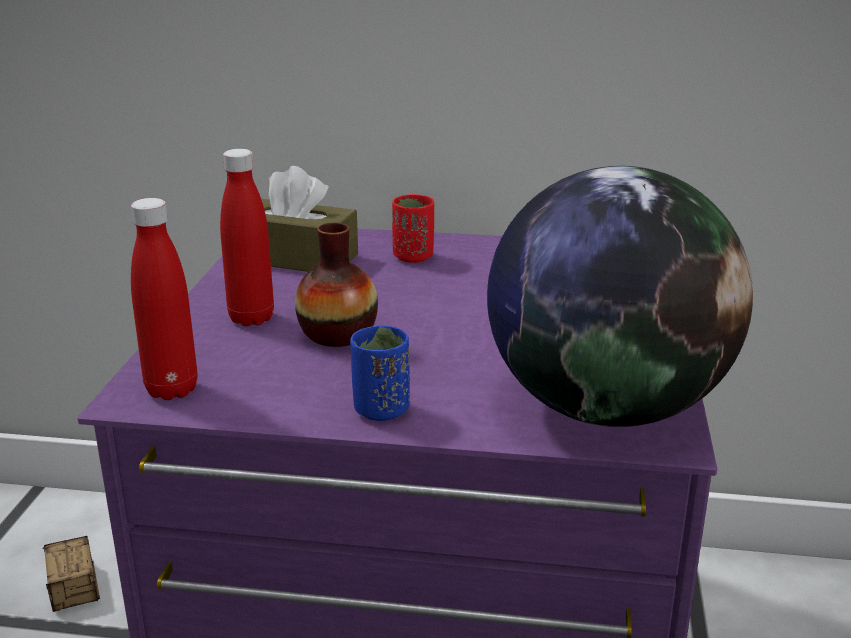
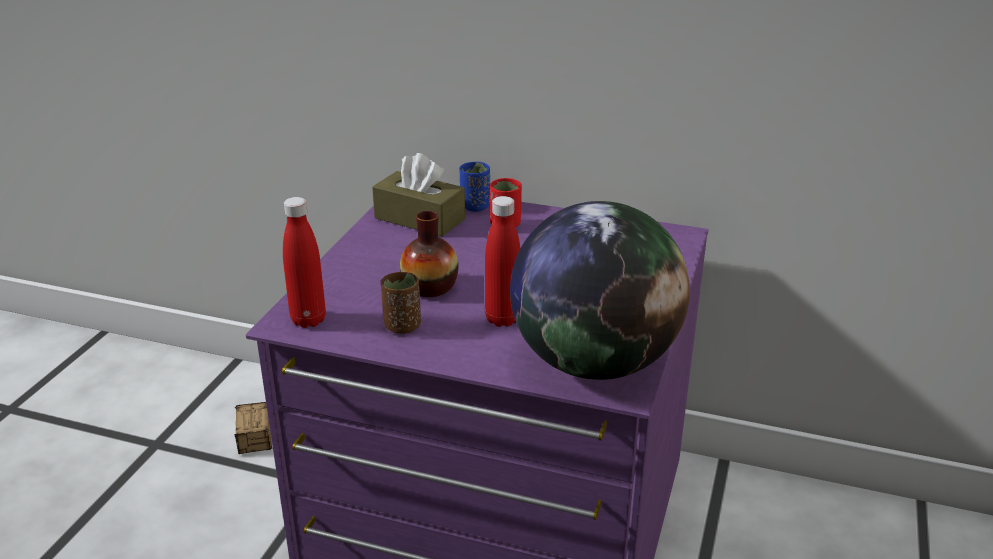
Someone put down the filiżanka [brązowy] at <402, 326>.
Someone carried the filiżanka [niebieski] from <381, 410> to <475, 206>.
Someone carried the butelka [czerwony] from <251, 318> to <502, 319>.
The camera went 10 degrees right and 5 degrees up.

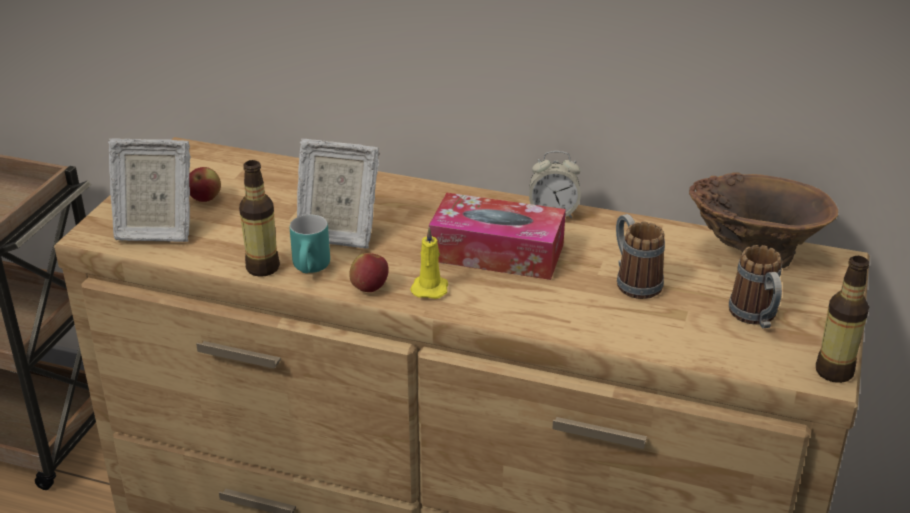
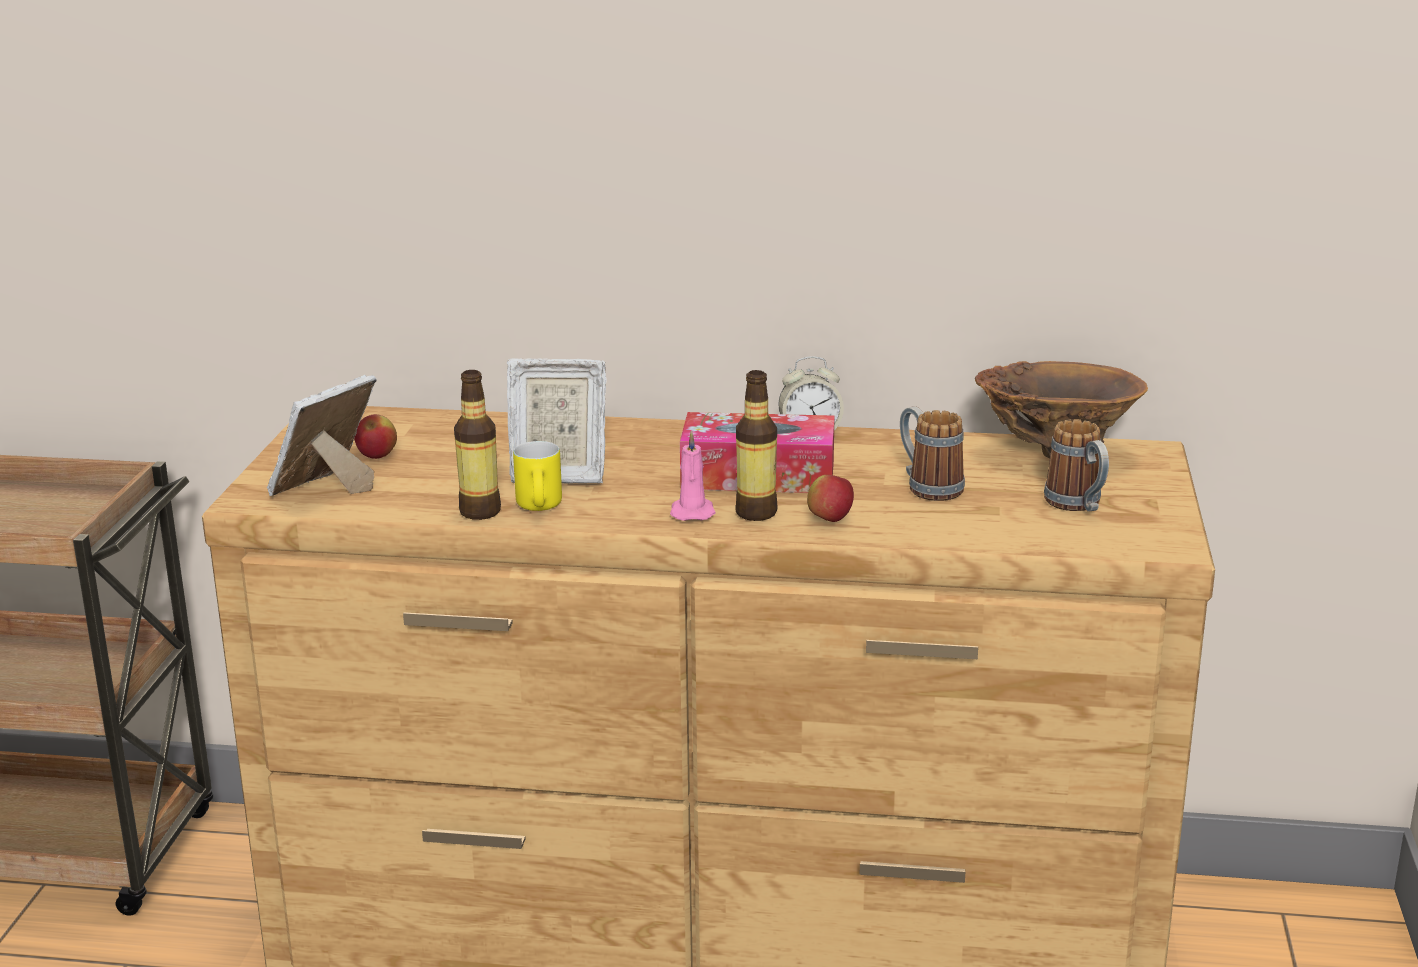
Someone rotated the ramka na zdjęcie at <155, 230> by 135 degrees clockwise.
Someone repainted the kubek [turkusowy] at <313, 270>, which became the kubek [żółty] at <542, 508>.
Someone repainted the świeca [żółty] at <430, 288>, which became the świeca [różowy] at <692, 512>.
Someone carried the butelka from <834, 371> to <756, 513>.
Someone carried the jabłko from <369, 288> to <830, 519>.
The camera went 10 degrees left and 10 degrees down.

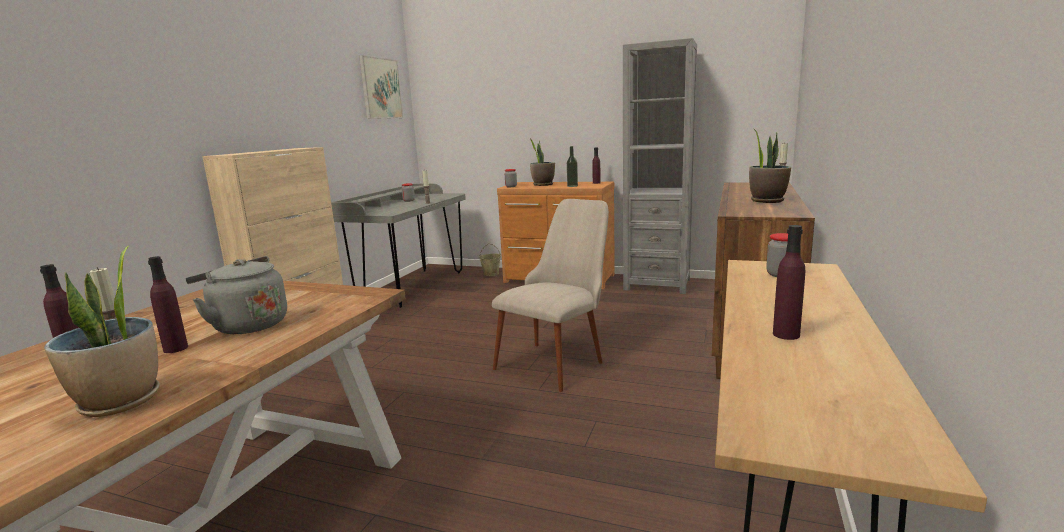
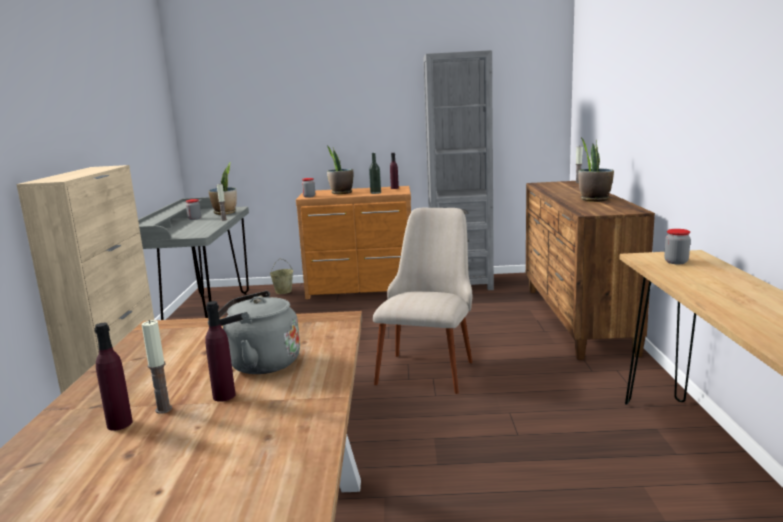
Someone carried the roślina doniczkowa from <120, 402> to <225, 213>.
Someone took away the obraz at <381, 88>.
Someone took away the butelka [fioletowy] at <786, 334>.
The camera went 20 degrees left and 0 degrees up.

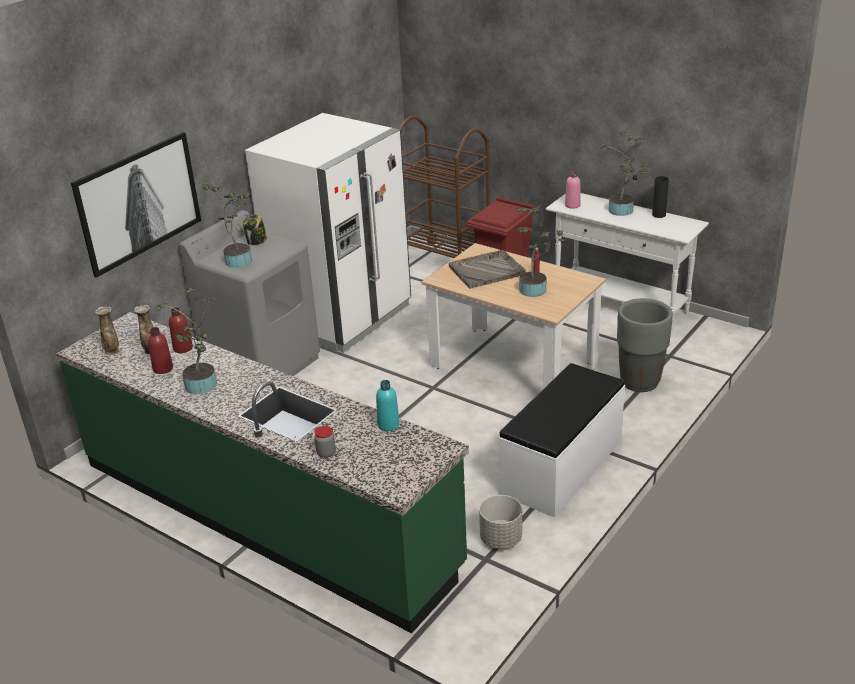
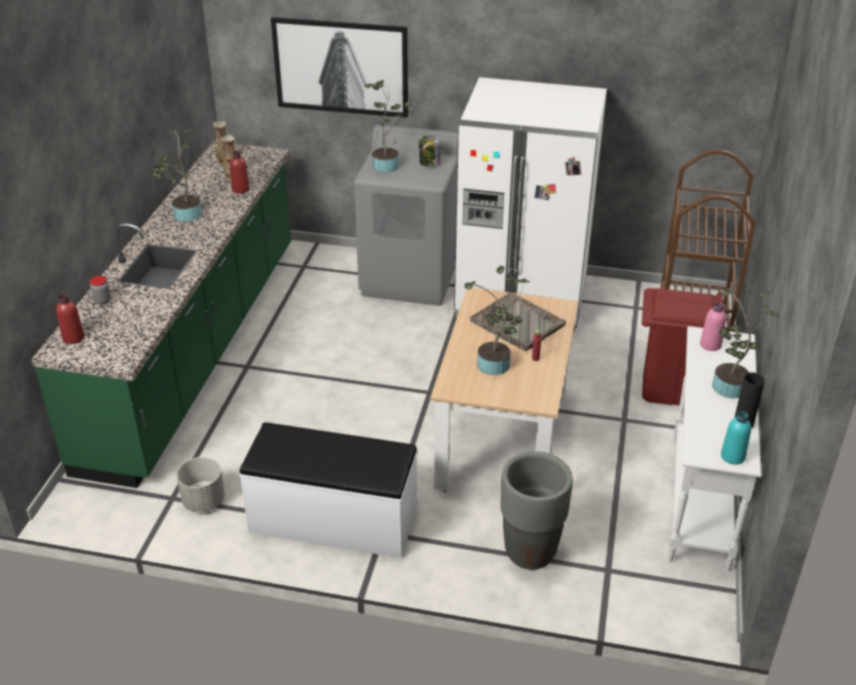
Someone carried the butelka [czerwony] from <163, 369> to <73, 337>.
Someone carried the butelka [turkusowy] from <388, 425> to <732, 456>.
The camera went 65 degrees right and 5 degrees up.

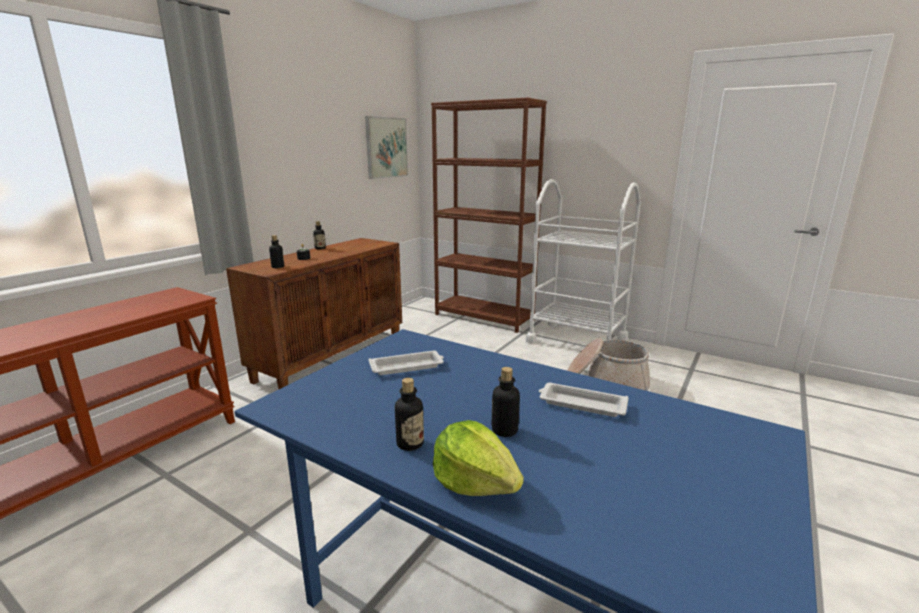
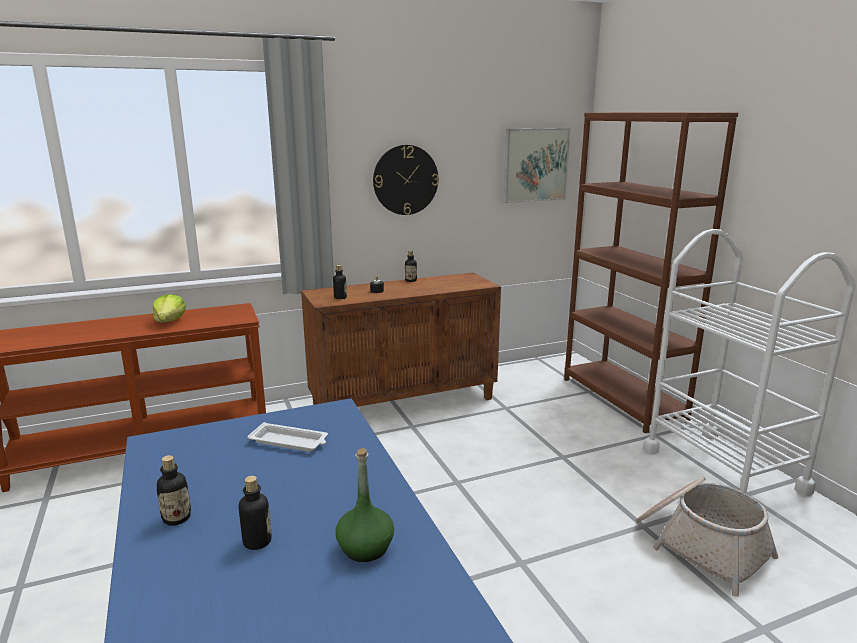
Someone carried the sałata from <475, 482> to <170, 321>.
Someone swapped the taca [biały] at <581, 404> for the butelka [zielony] at <365, 548>.
Someone put up the zegar ścienny at <405, 180>.
The camera went 35 degrees right and 0 degrees up.

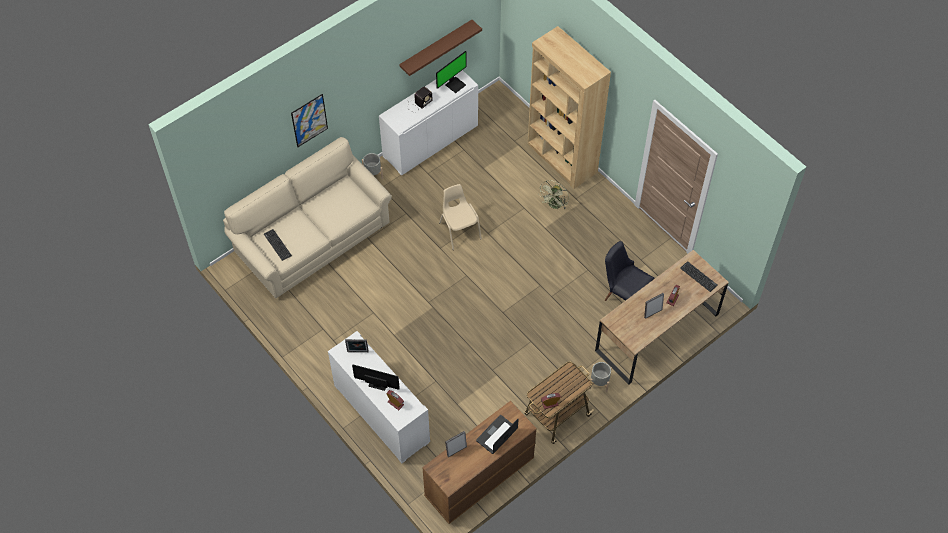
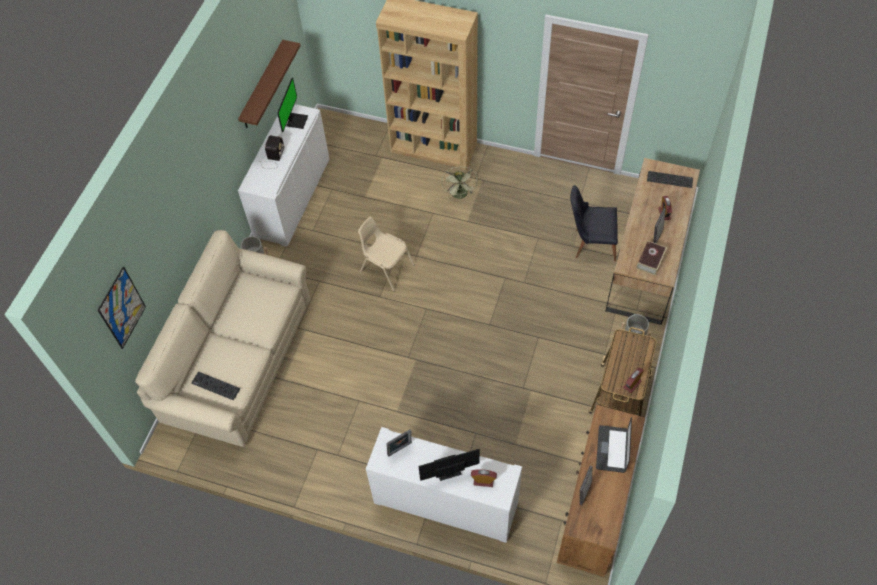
Someone carried the obraz from <309, 120> to <122, 308>.
Someone put down the książka at <650, 260>.
The camera went 30 degrees left and 0 degrees up.

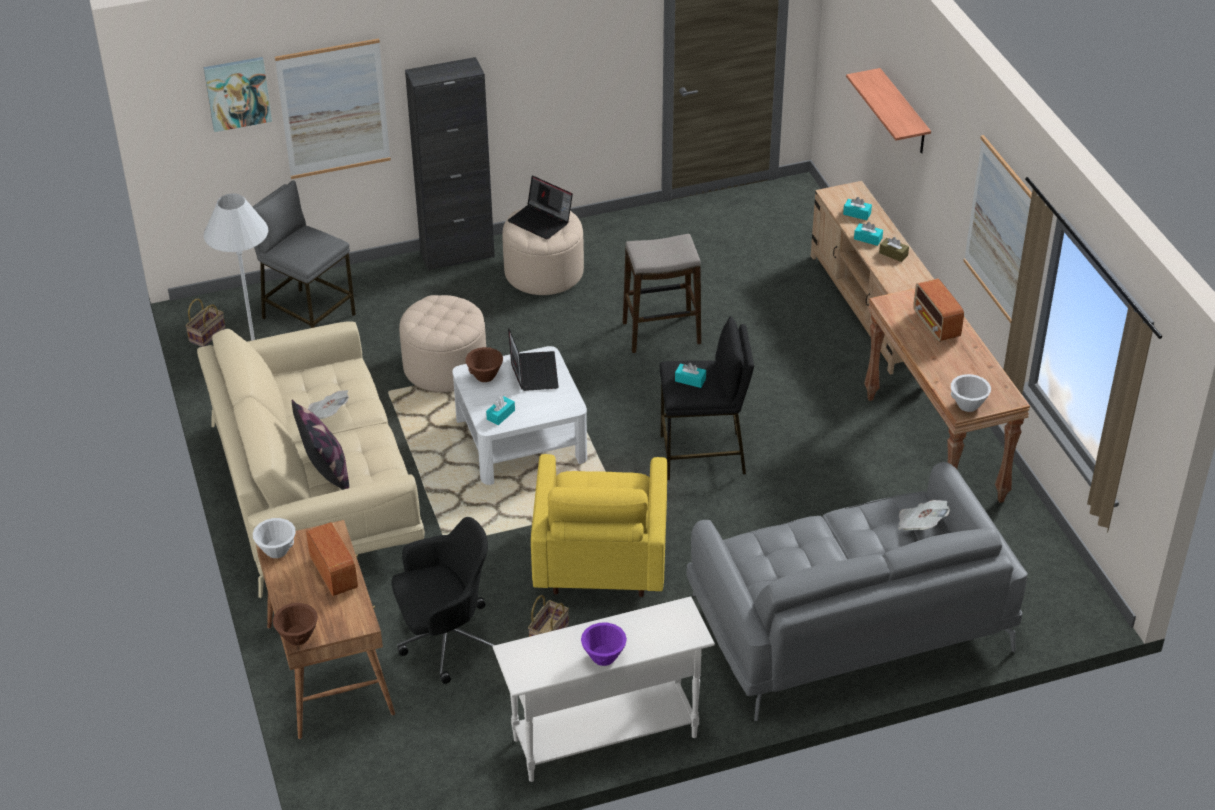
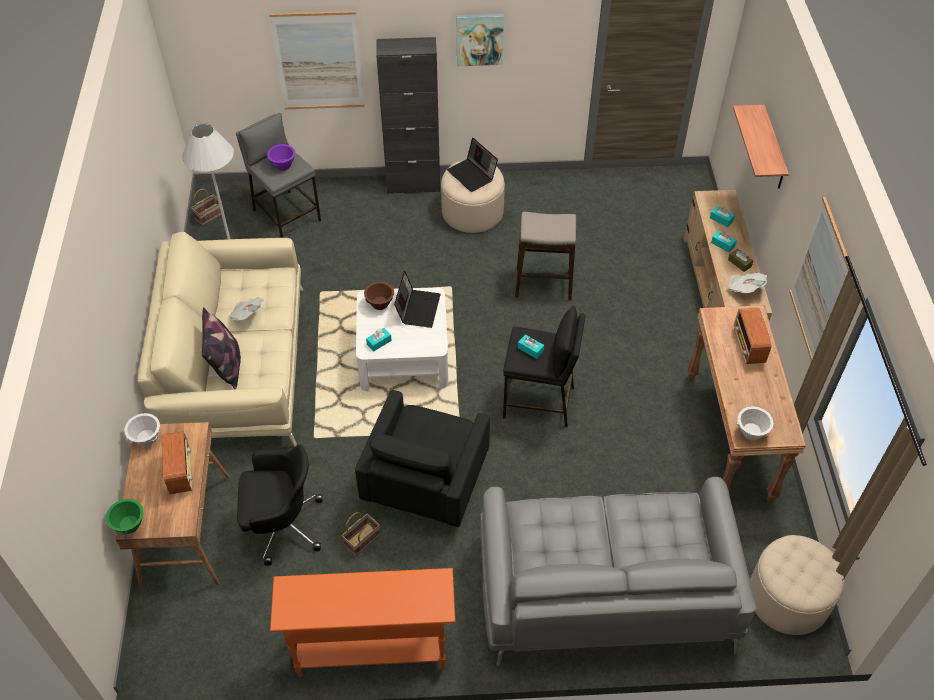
Someone repainted the miska [brązowy] at <298, 636>, which became the miska [zielony] at <130, 525>.
Someone carried the miska [fioletowy] from <604, 657> to <283, 166>.
Someone repainted the stolik konsolowy [biały] at <604, 738>, which became the stolik konsolowy [pomarańczowy] at <371, 649>.
Someone repainted the fotel [żółty] at <599, 562>, which became the fotel [czarny] at <424, 482>.
Someone carried the obraz from <237, 93> to <479, 39>.
Someone carried the gazeta from <920, 524> to <744, 288>.
Someone carried the pufa [beżowy] from <445, 366> to <788, 598>.
The camera went 15 degrees right and 10 degrees up.

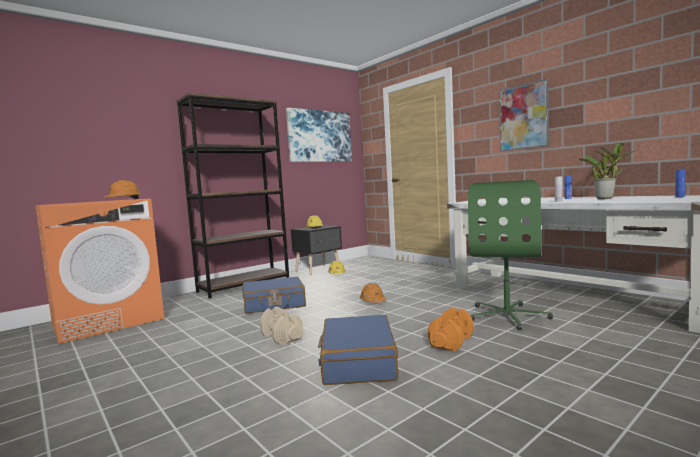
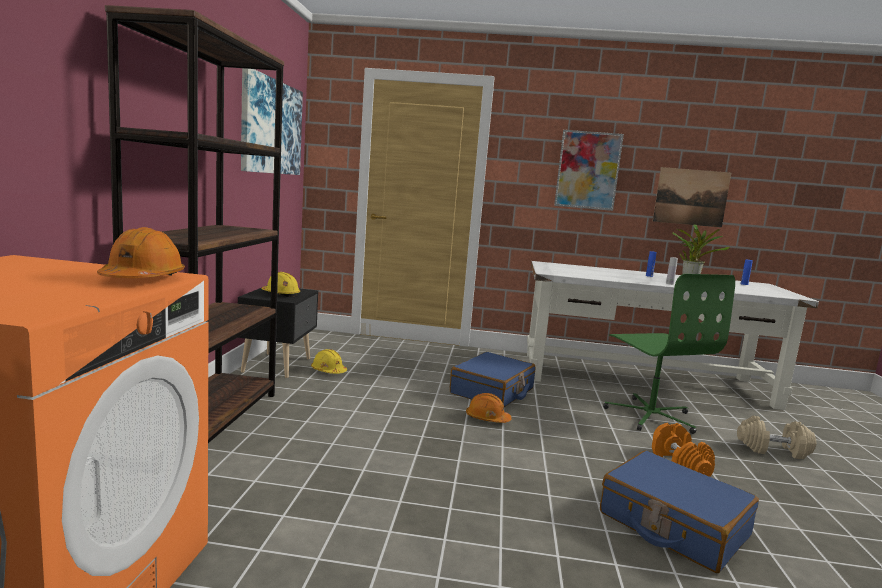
Someone carried the walizka [niebieski] from <274, 304> to <492, 391>.
Someone put up the obraz at <691, 197>.
Someone carried the hantel [beżowy] from <281, 336> to <773, 450>.
The camera went 45 degrees left and 5 degrees up.

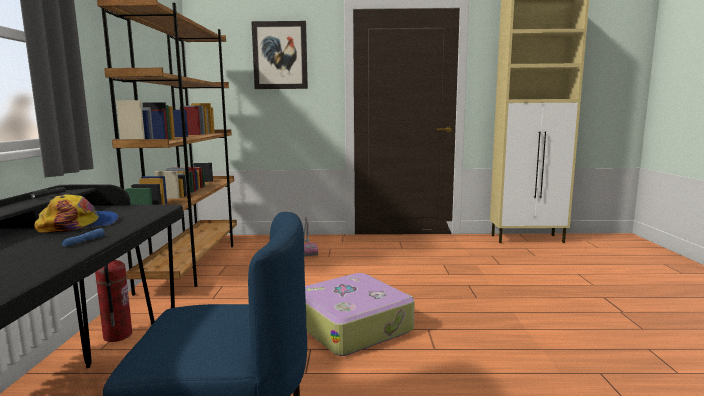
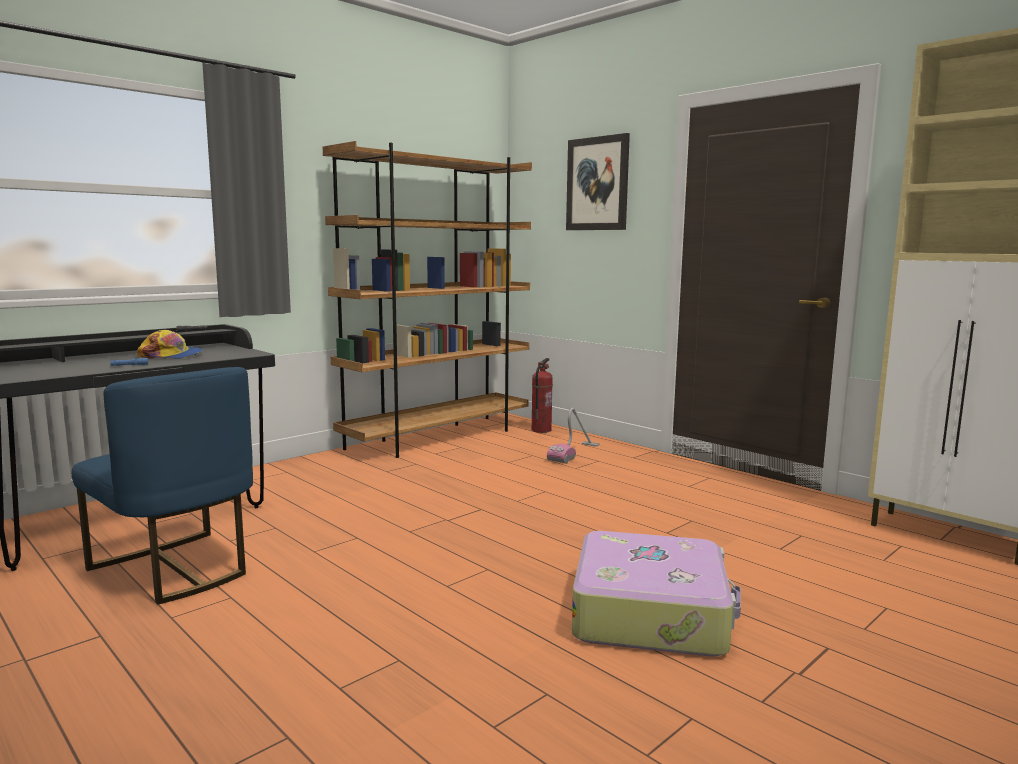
Someone carried the gaśnica from <117, 335> to <541, 430>.
Someone carried the walizka from <352, 325> to <651, 613>.
The camera went 45 degrees right and 0 degrees up.

